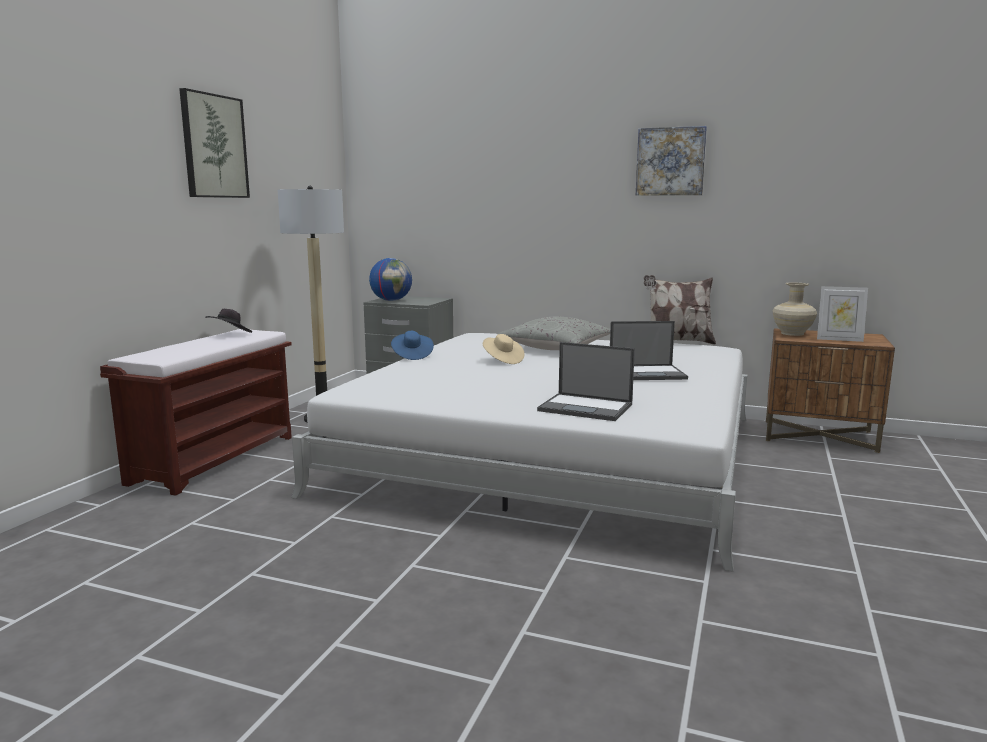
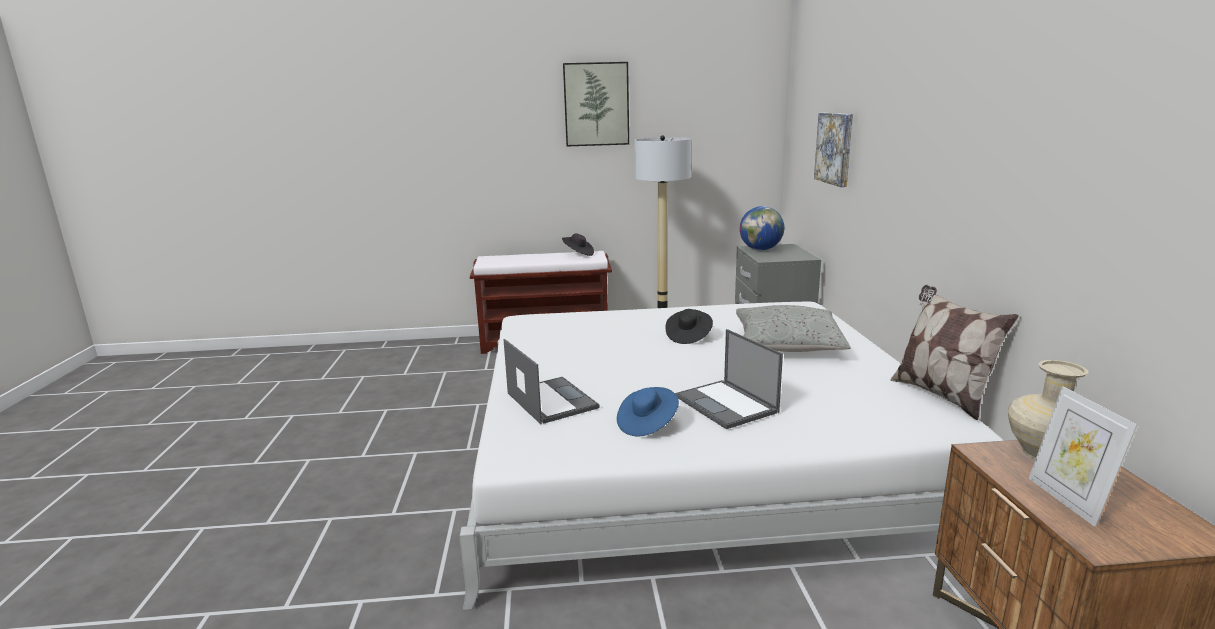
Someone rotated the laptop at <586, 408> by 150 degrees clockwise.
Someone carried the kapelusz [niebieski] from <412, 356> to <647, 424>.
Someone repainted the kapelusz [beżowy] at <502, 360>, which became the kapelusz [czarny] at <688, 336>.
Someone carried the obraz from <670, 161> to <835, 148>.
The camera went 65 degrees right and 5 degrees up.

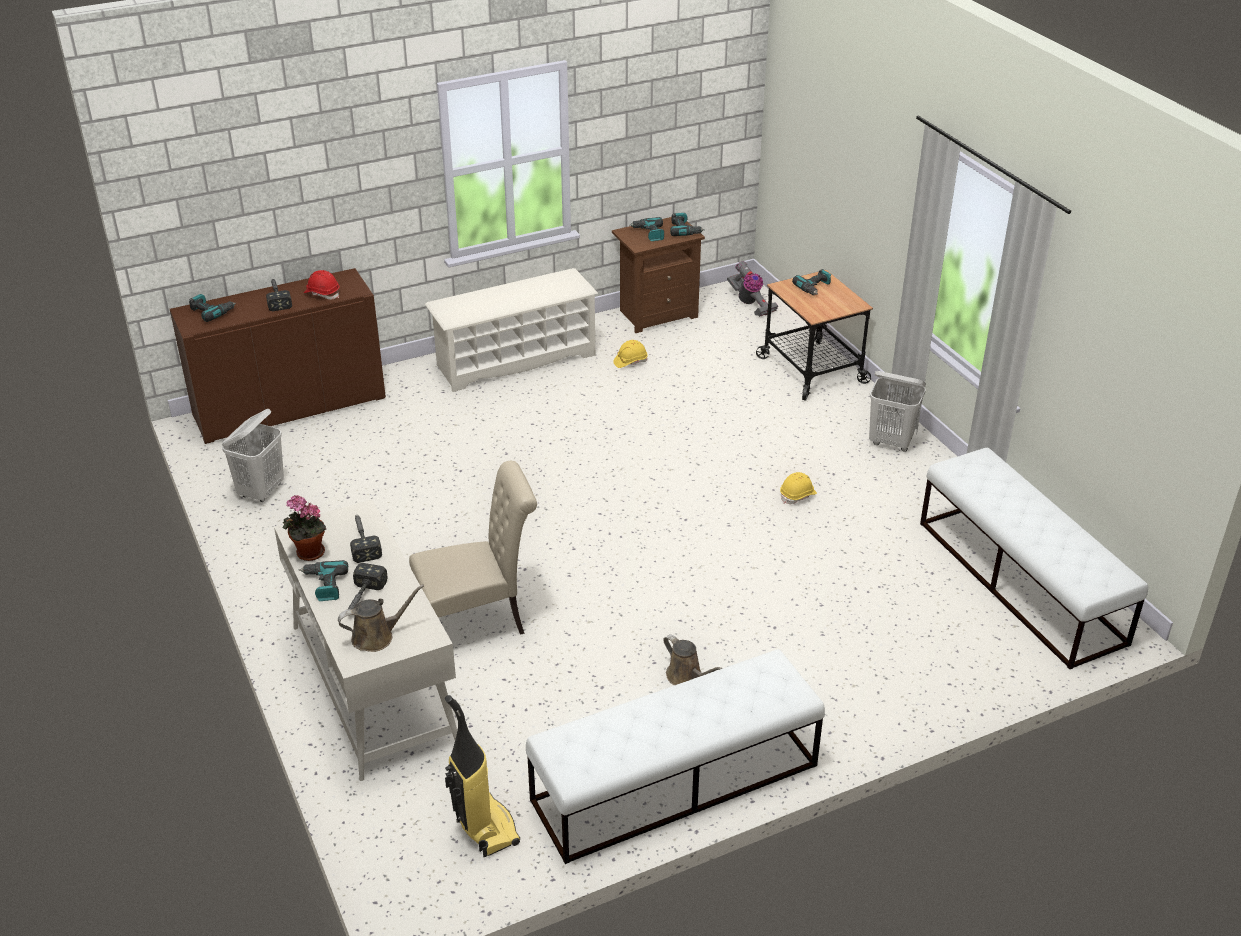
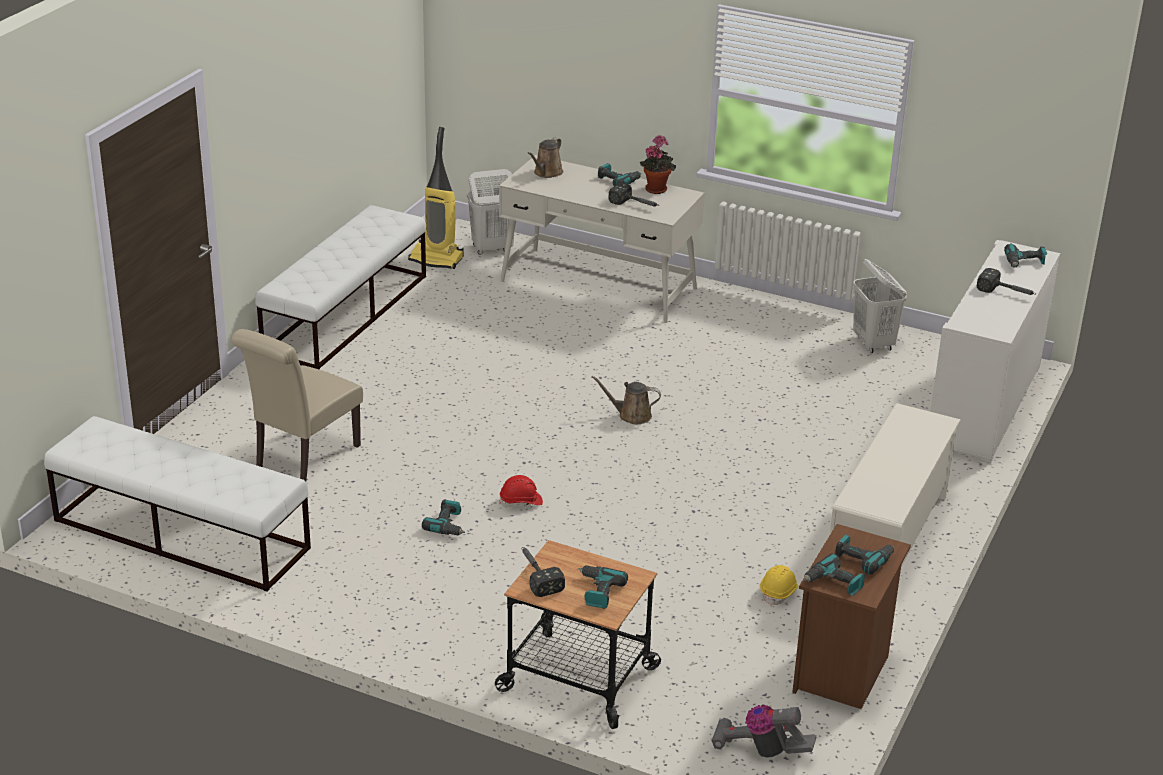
Someone carried the krzesło [beżowy] from <478, 622> to <302, 459>.
Someone swapped the kask [żółty] at <798, 495> for the wiertarka at <448, 525>.
Someone carried the kosz na pranie [biały] from <891, 442> to <491, 248>.
Someone carried the kask [czerwony] from <322, 293> to <521, 502>.
Someone carried the młotek from <361, 599> to <536, 574>.
Someone carried the konewka [brązowy] from <686, 676> to <631, 415>.
Someone repainted the szafka [brązowy] at <289, 407>, which became the szafka [biały] at <984, 405>.
The camera went 140 degrees right and 5 degrees down.

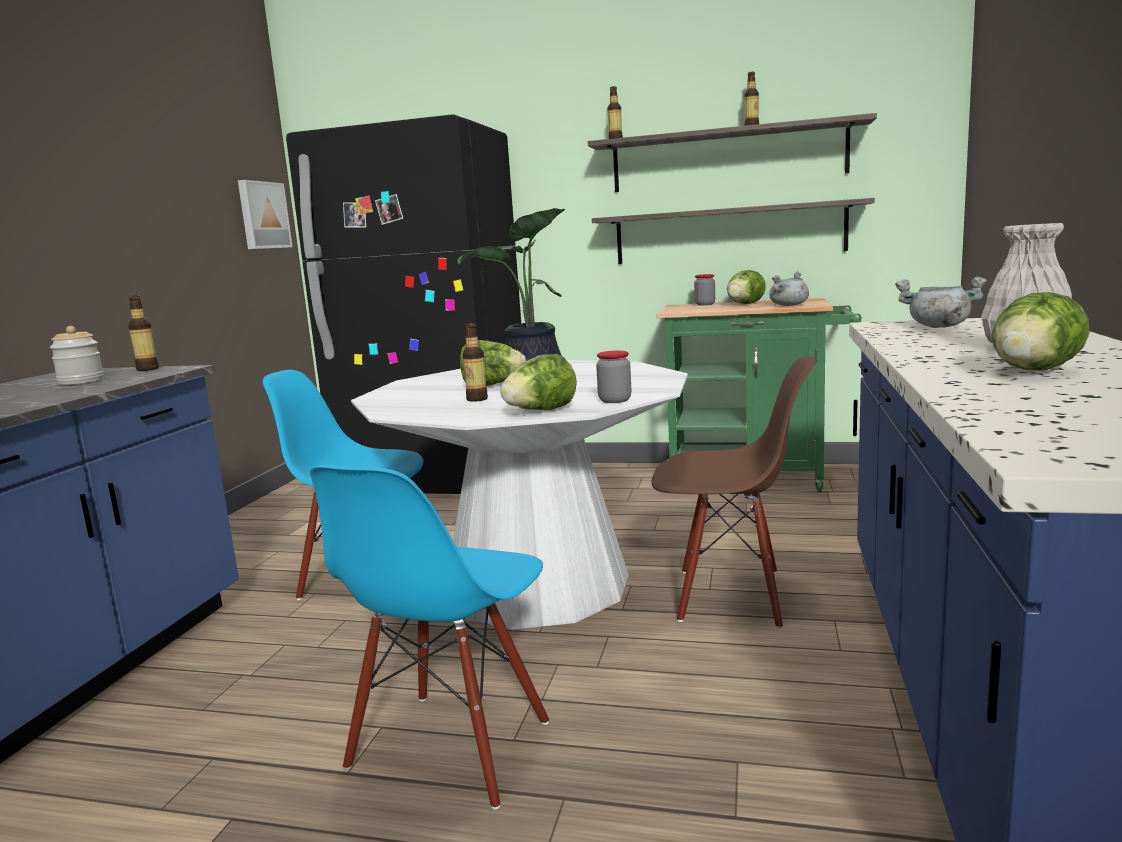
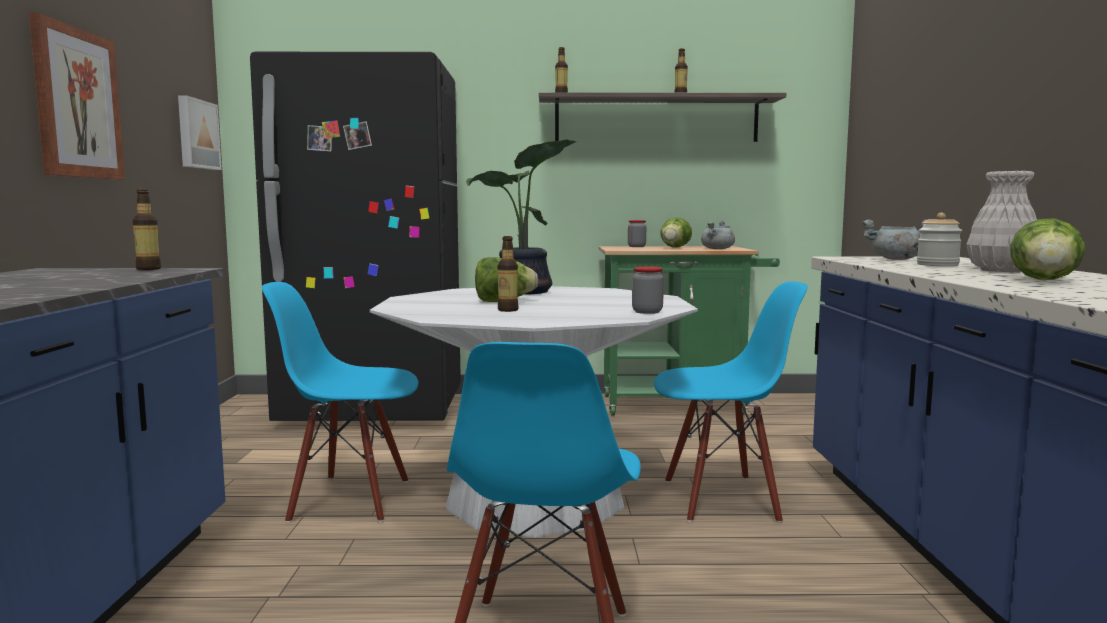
Someone put up the obraz at <77, 104>.
Someone repainted the krzesło [brązowy] at <730, 596>, which became the krzesło [niebieski] at <721, 499>.
Someone carried the słoik from <81, 381> to <937, 265>.
Someone took away the sałata at <540, 411>.
Someone took away the półka at <728, 233>.
The camera went 15 degrees left and 5 degrees down.

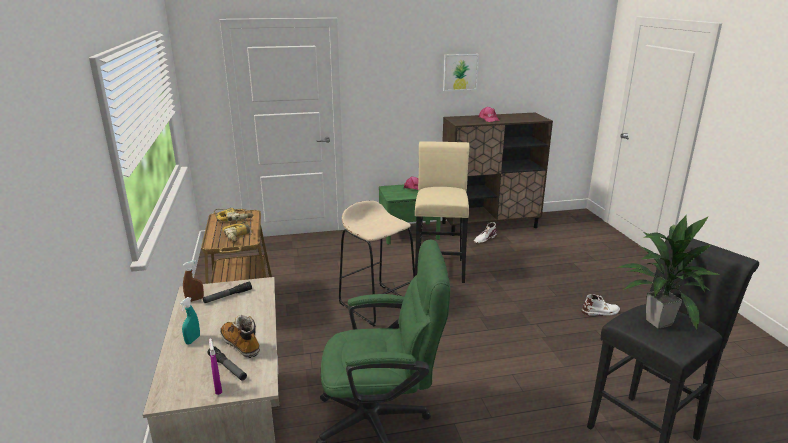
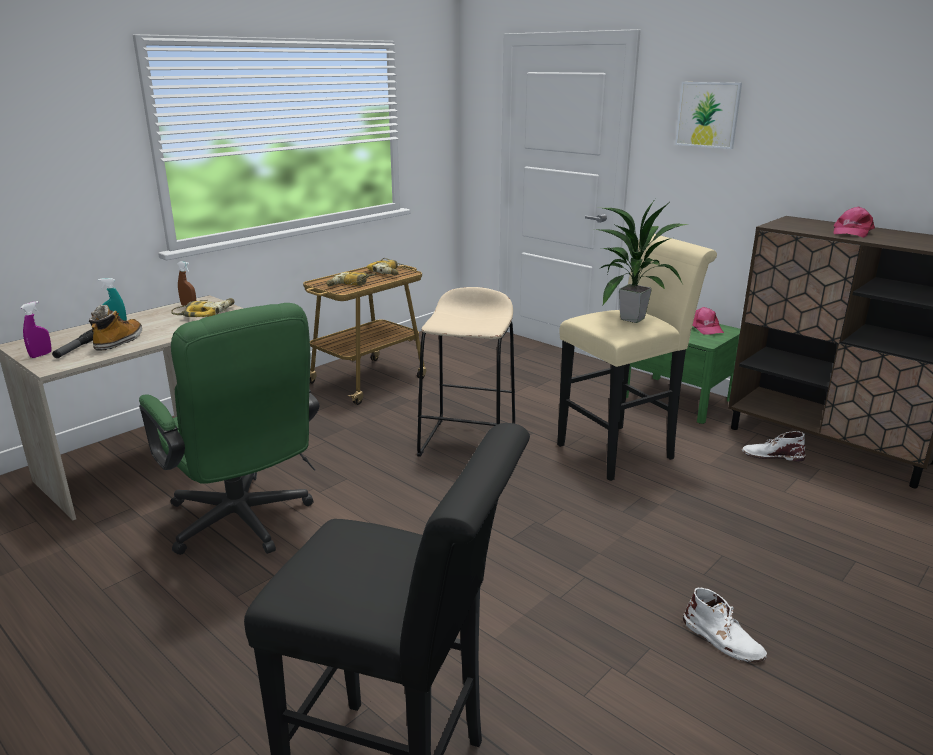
Someone swapped the latarka at <228, 296> for the wiertarka at <206, 313>.
Someone carried the roślina doniczkowa from <657, 322> to <631, 318>.
Someone carried the obraz from <460, 72> to <708, 114>.
The camera went 55 degrees right and 0 degrees up.

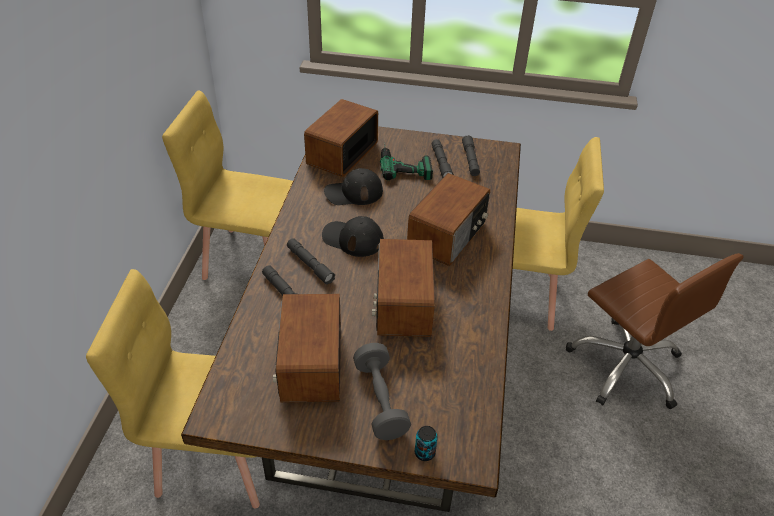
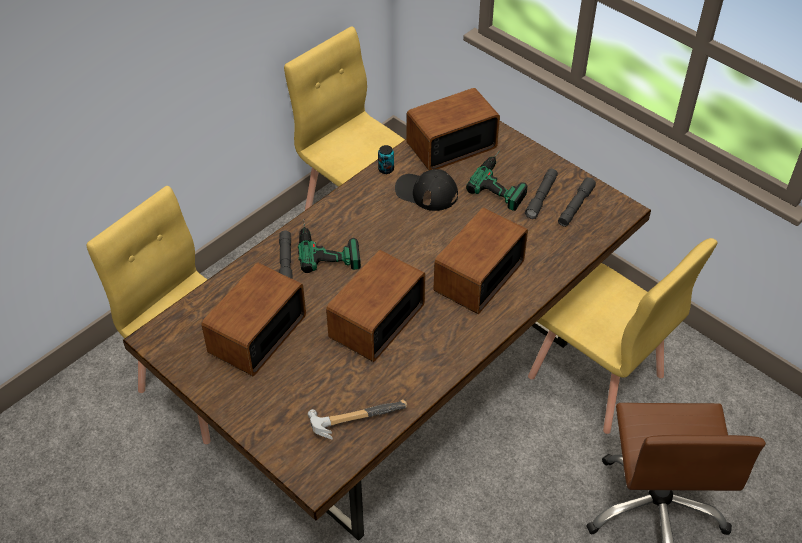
Someone swapped the latarka [szary] at <310, 265> for the wiertarka at <328, 246>.
Someone put down the młotek at <353, 418>.
Someone carried the puszka from <424, 453> to <386, 169>.
Someone rotated the radio at <448, 235> by 150 degrees clockwise.
Someone took away the czapka z daszkiem [czarny] at <352, 239>.
Someone took away the hantel [szary] at <380, 400>.
The camera went 35 degrees right and 5 degrees up.

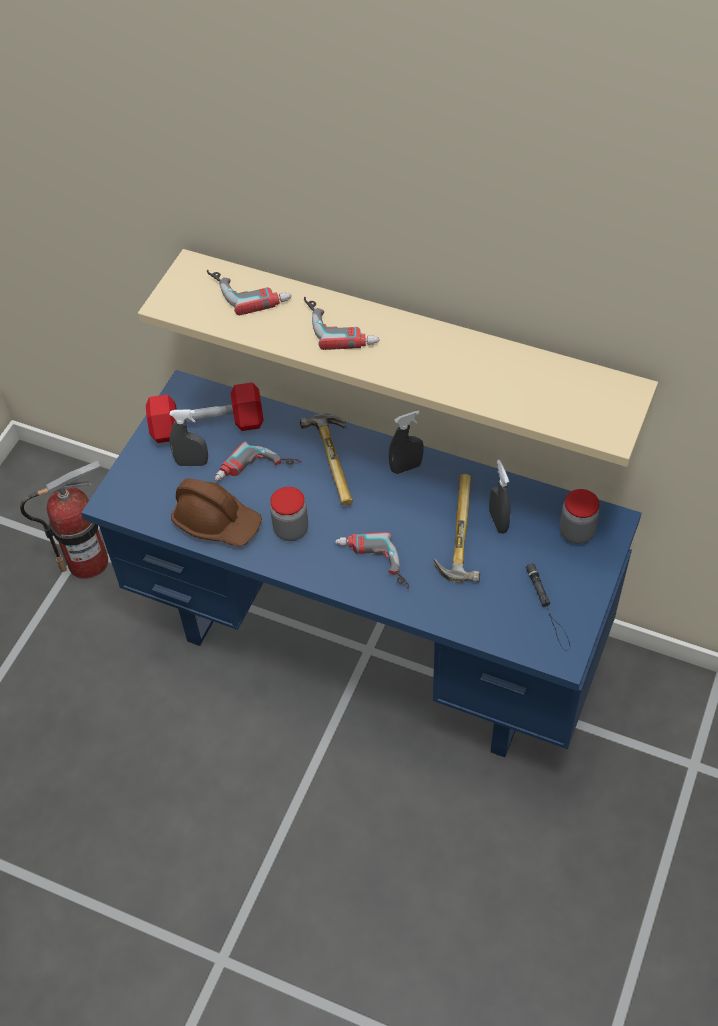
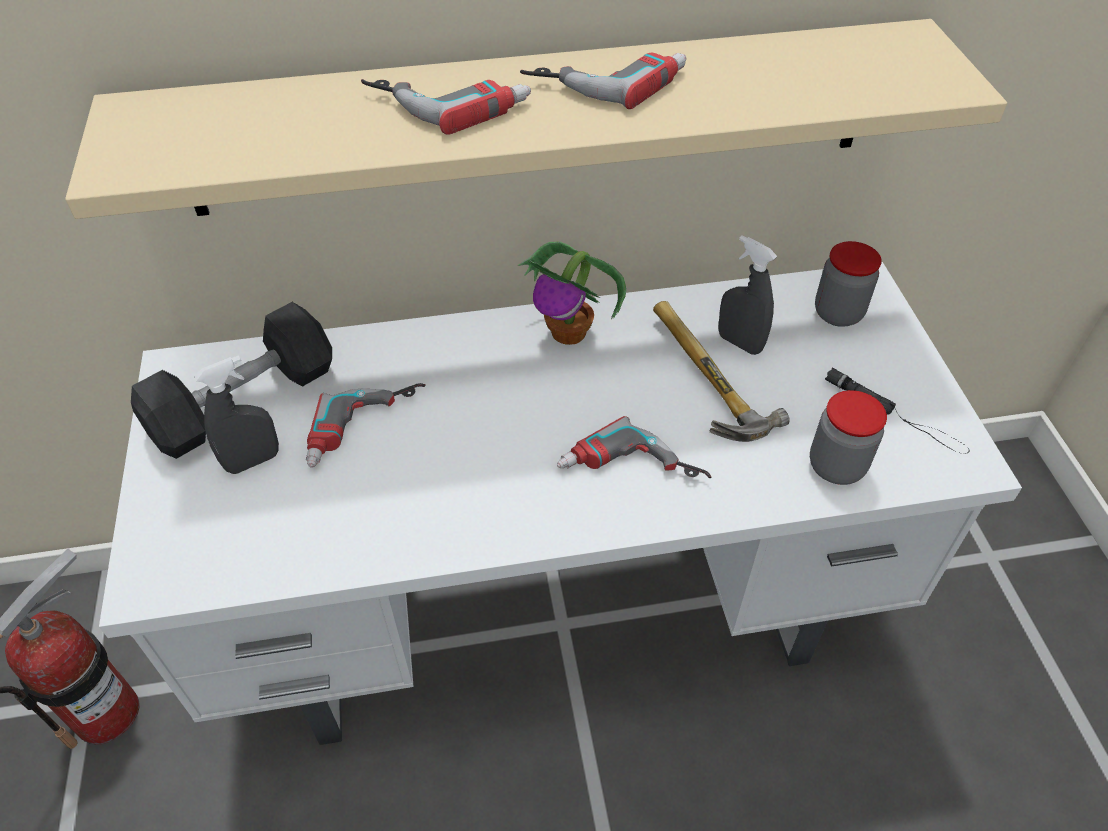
Someone repainted the biurko [niebieski] at <368, 643>, which became the biurko [biały] at <556, 616>.
Someone repainted the hantel [czerwony] at <207, 426>, which became the hantel [szary] at <244, 402>.
Someone swapped the spryskiwacz [szary] at <406, 467> for the roślina doniczkowa at <570, 333>.
Someone carried the wiertarka from <250, 290> to <606, 77>.
Someone carried the słoik from <291, 530> to <836, 466>.
Someone took away the kask [brązowy] at <217, 522>.
Someone took away the młotek at <338, 461>.
The camera went 35 degrees left and 5 degrees down.

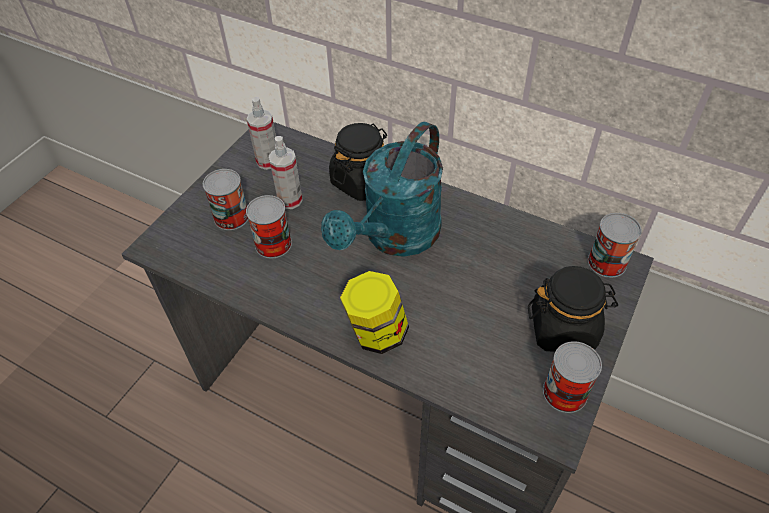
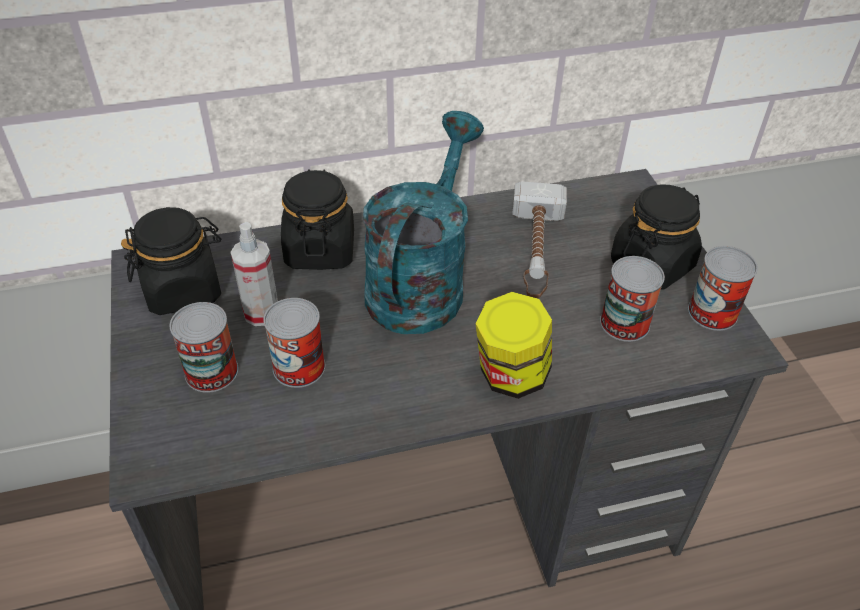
Someone swapped the spryskiwacz at <268, 161> for the słoik [czarny] at <183, 289>.
Someone rotated the konewka [turkusowy] at <395, 238> by 150 degrees counterclockwise.
Someone put down the młotek at <536, 251>.
Someone carried the puszka from <607, 262> to <624, 323>.
The camera went 45 degrees left and 5 degrees down.

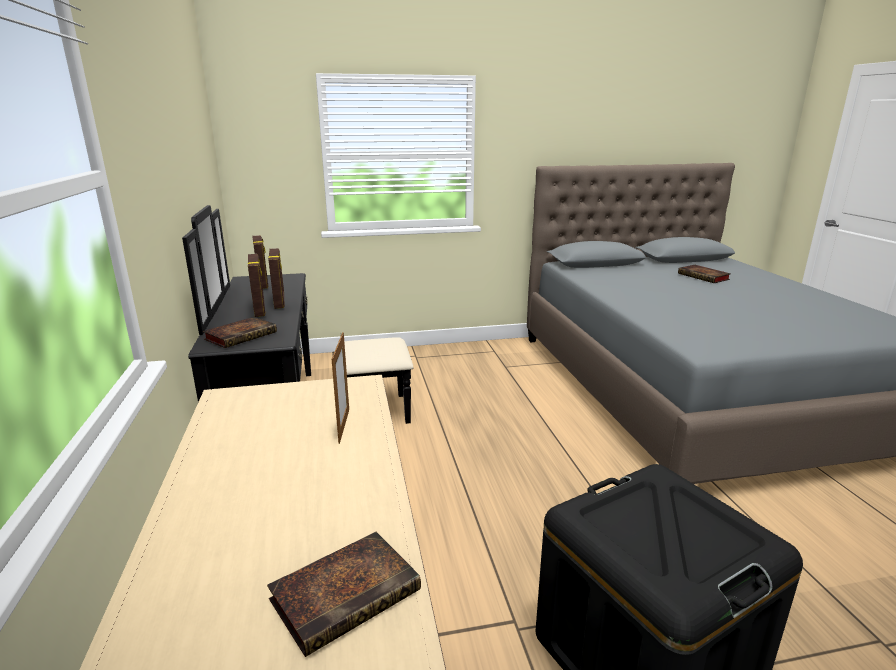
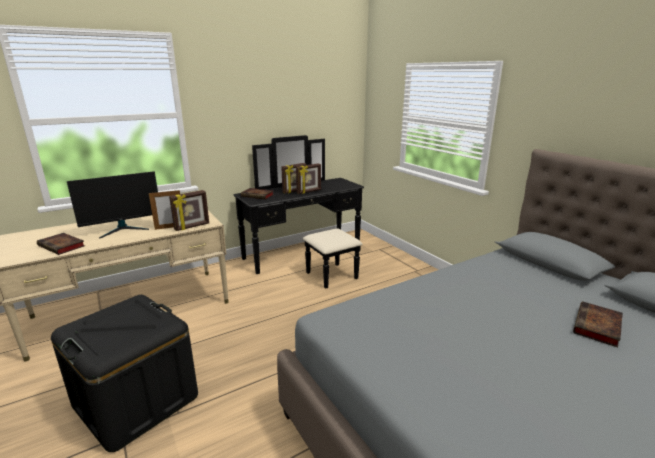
Someone put down the monitor at <123, 229>.
Someone carried the ramka na zdjęcie from <263, 283> to <192, 227>.
The camera went 70 degrees right and 0 degrees up.

